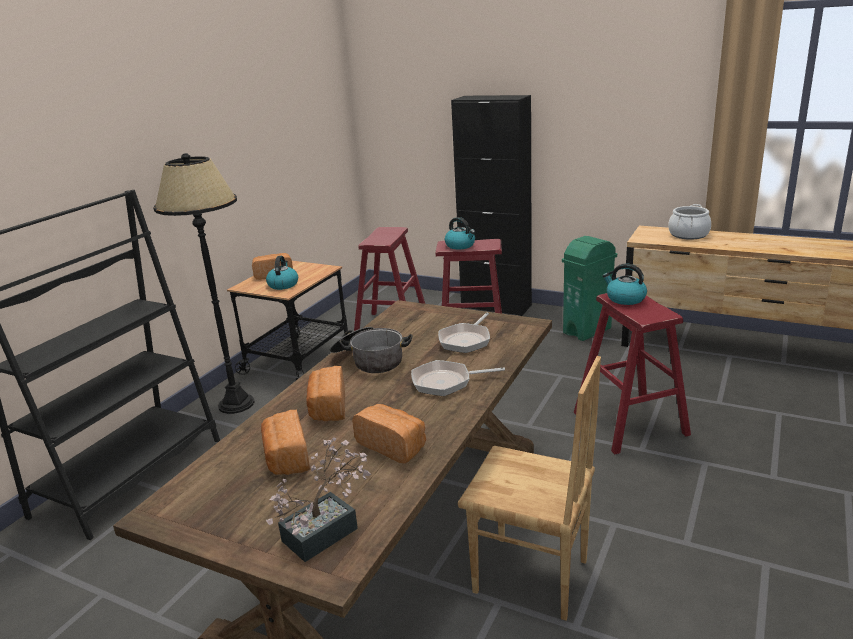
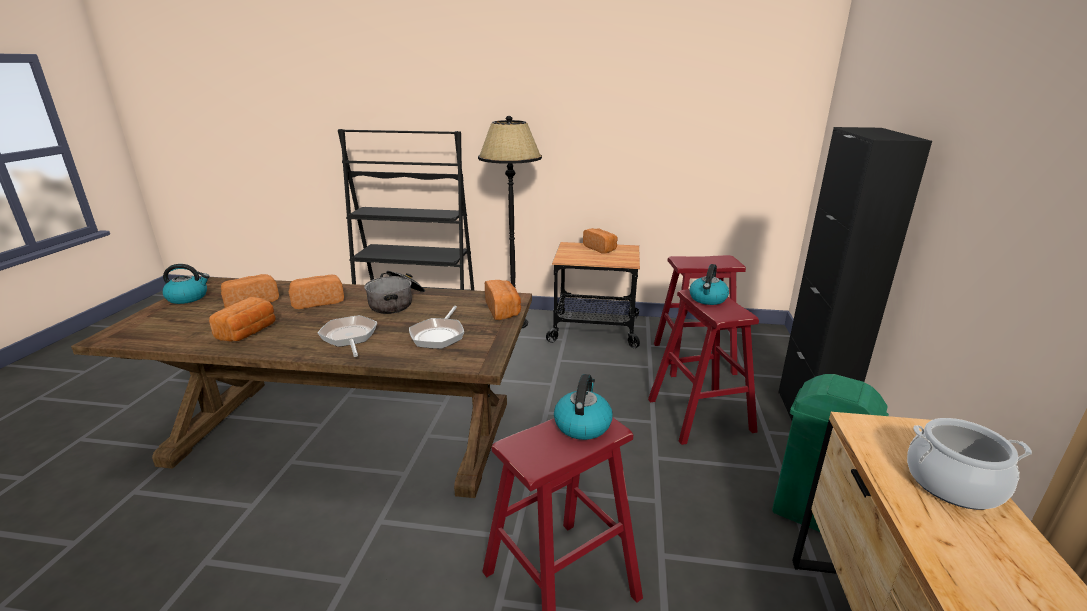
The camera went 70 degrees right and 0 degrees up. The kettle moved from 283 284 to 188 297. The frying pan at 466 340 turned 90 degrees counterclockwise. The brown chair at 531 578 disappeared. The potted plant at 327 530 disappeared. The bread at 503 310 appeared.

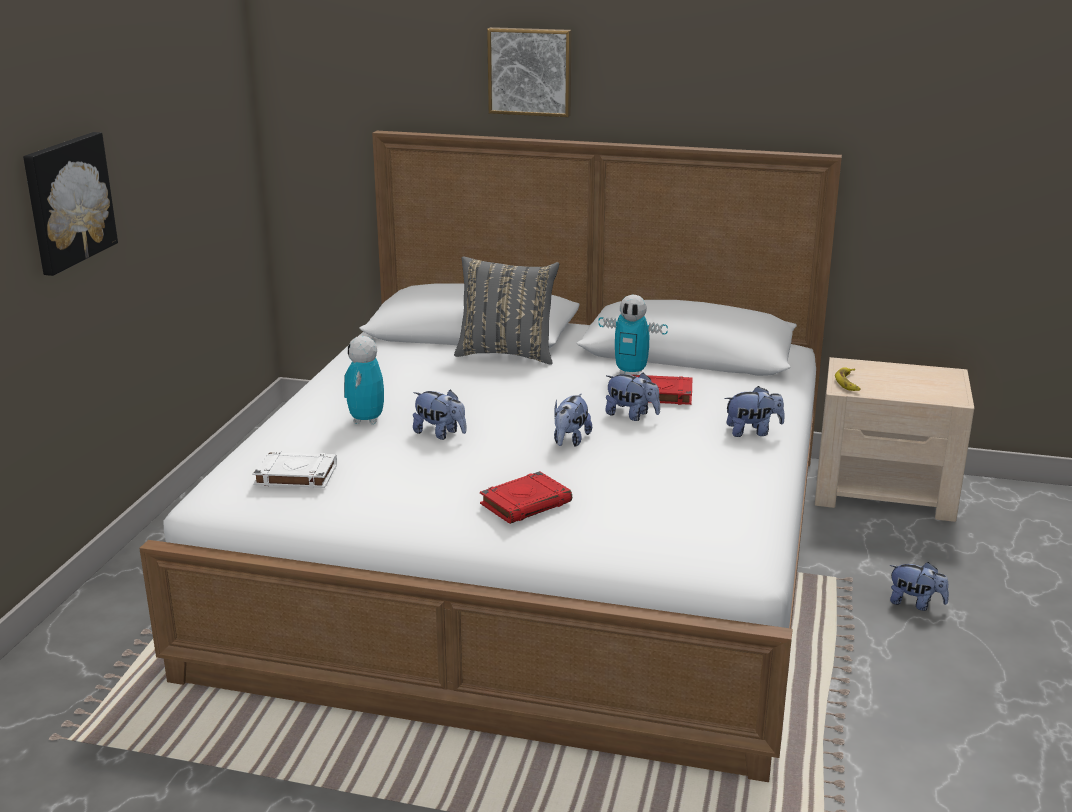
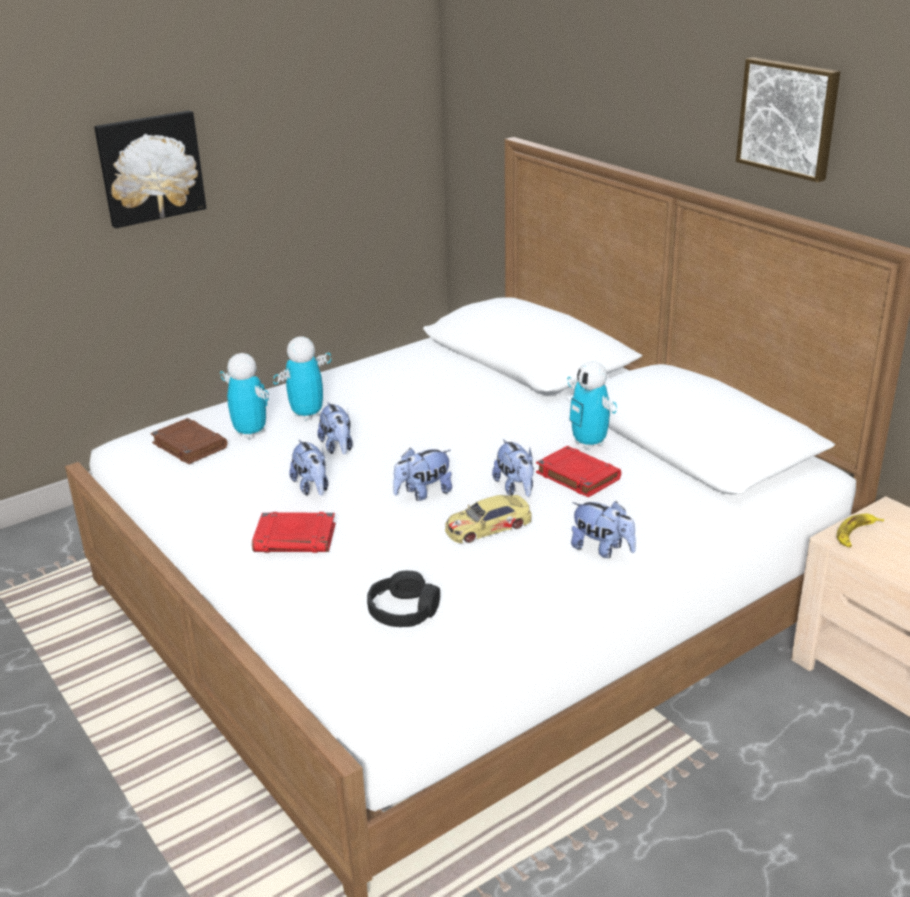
The camera went 40 degrees right and 5 degrees up. The picture moved from 530 71 to 789 117. The grey pillow at 507 353 disappeared. The white book at 295 475 became the brown book at 189 445. The plush toy moved from 915 603 to 312 488. The toy robot at 250 433 appeared. The toy car at 488 526 appeared. The black headphones at 403 611 appeared.

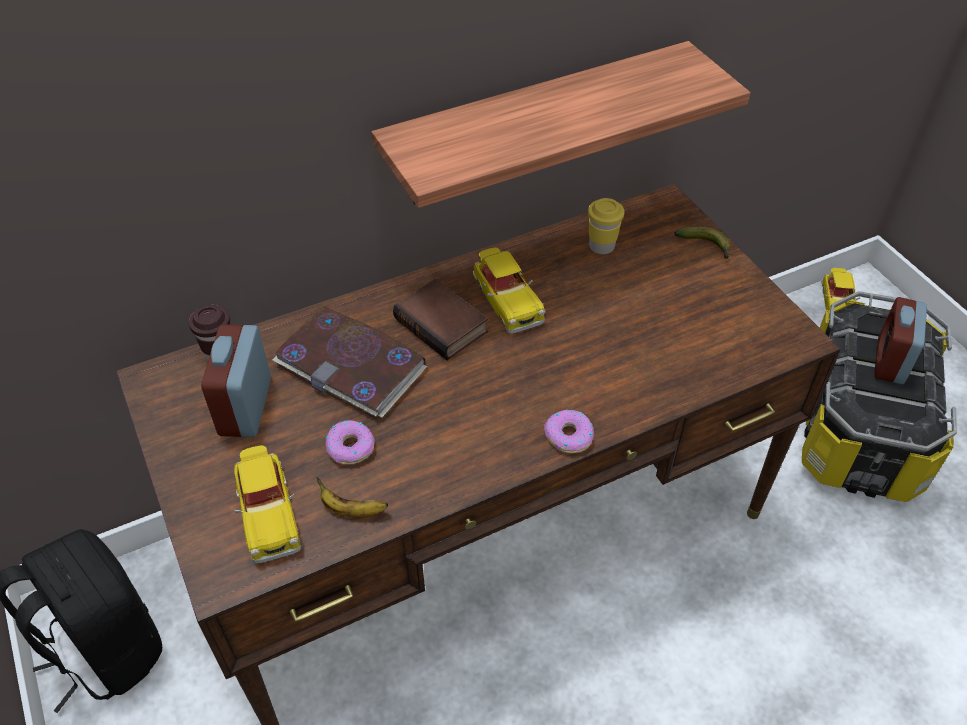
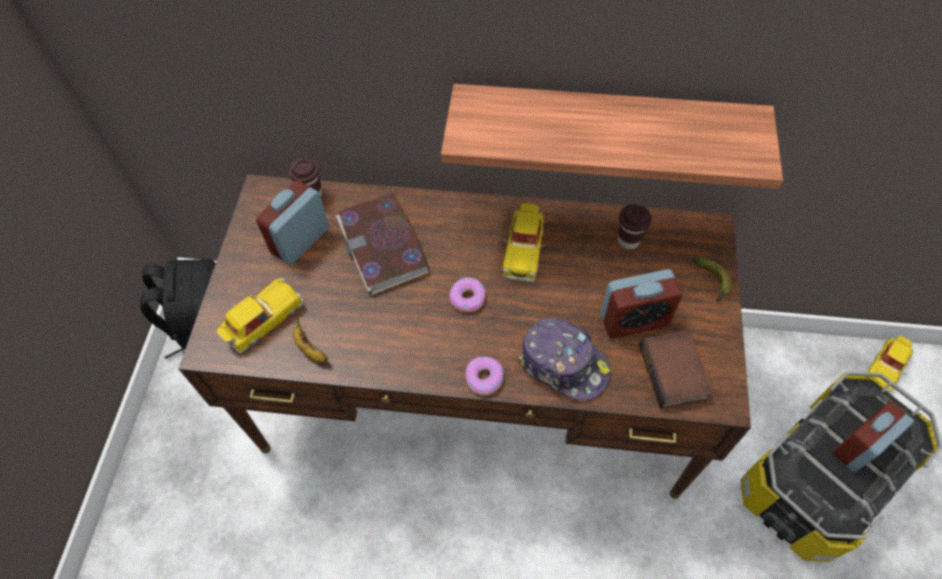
The camera went 35 degrees right and 10 degrees up. The yellow cup at 601 246 became the brown cup at 628 241. The book moved from 444 325 to 675 373. The donut moved from 350 447 to 468 298. The toy car at 268 511 turned 150 degrees counterclockwise. The alarm clock at 634 320 appeared. The cap at 564 364 appeared.

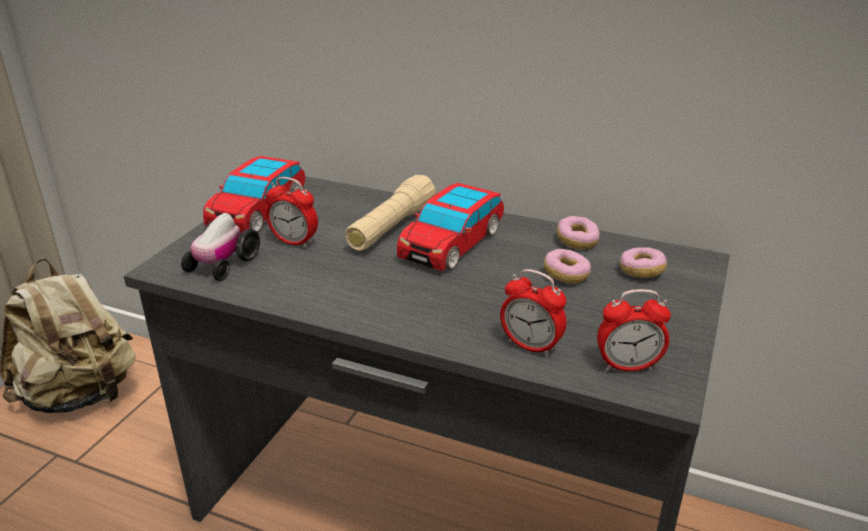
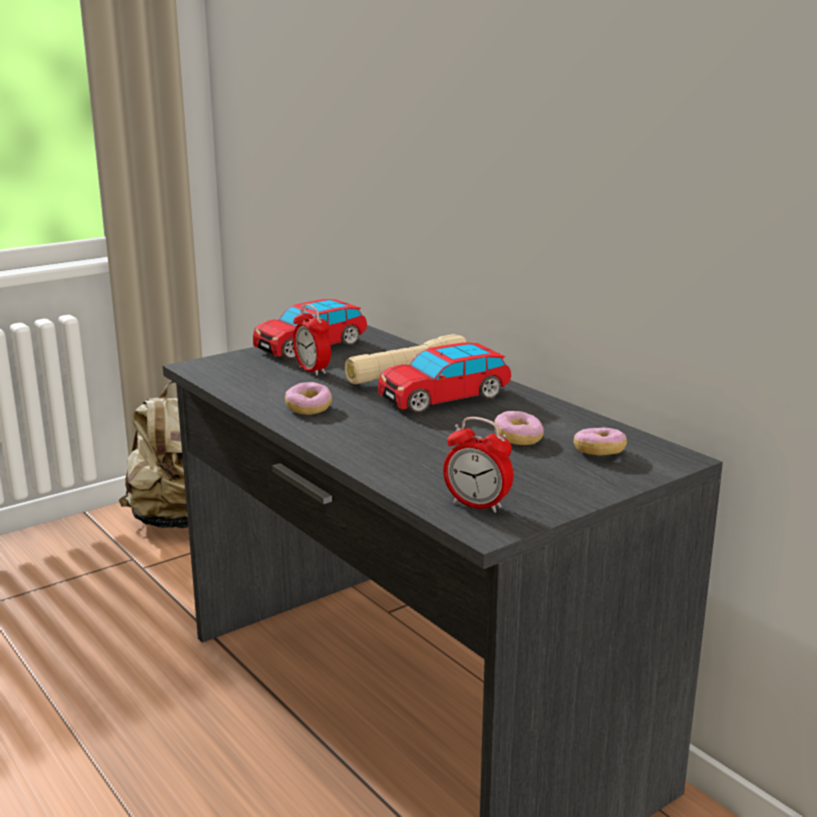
The camera went 30 degrees right and 10 degrees down. The toy car at 222 264 disappeared. The donut moved from 577 241 to 308 408. The alarm clock at 530 346 disappeared.

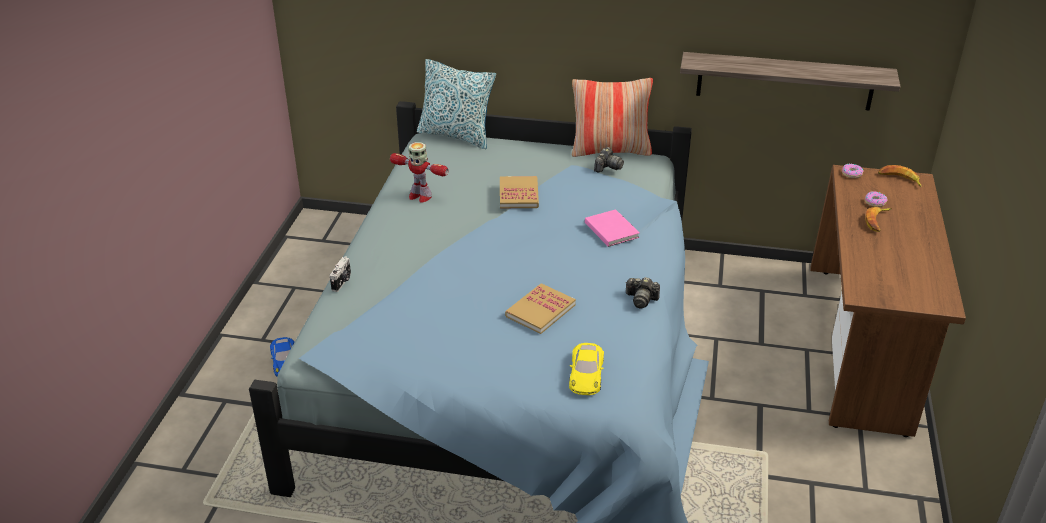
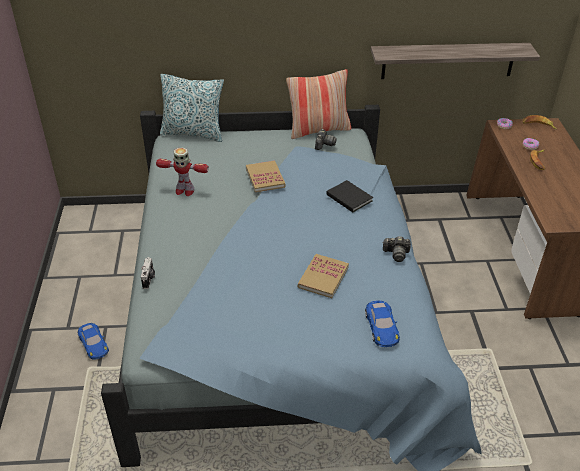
The camera went 15 degrees left and 5 degrees up. The pink book at 611 229 became the black book at 349 197. The yellow toy car at 586 373 became the blue toy car at 381 327.

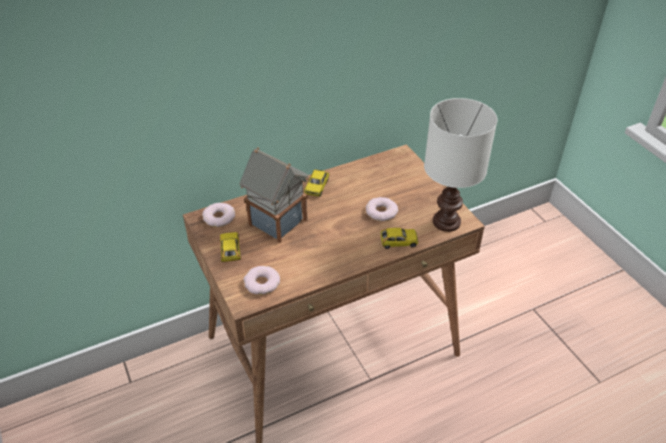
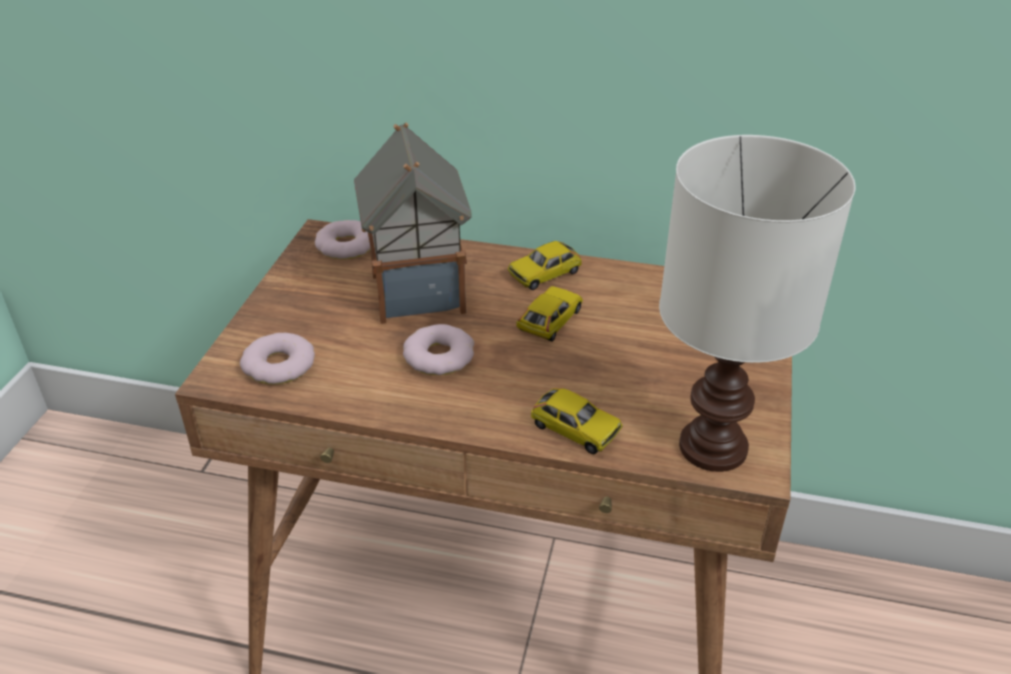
The camera went 40 degrees right and 5 degrees down. The donut moved from 381 212 to 439 356. The toy car moved from 230 250 to 550 321.

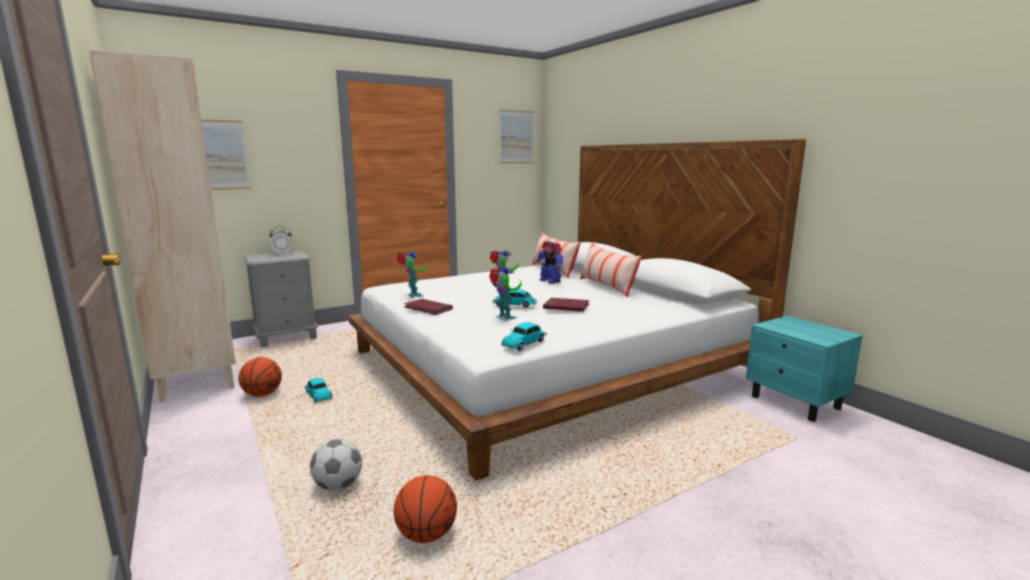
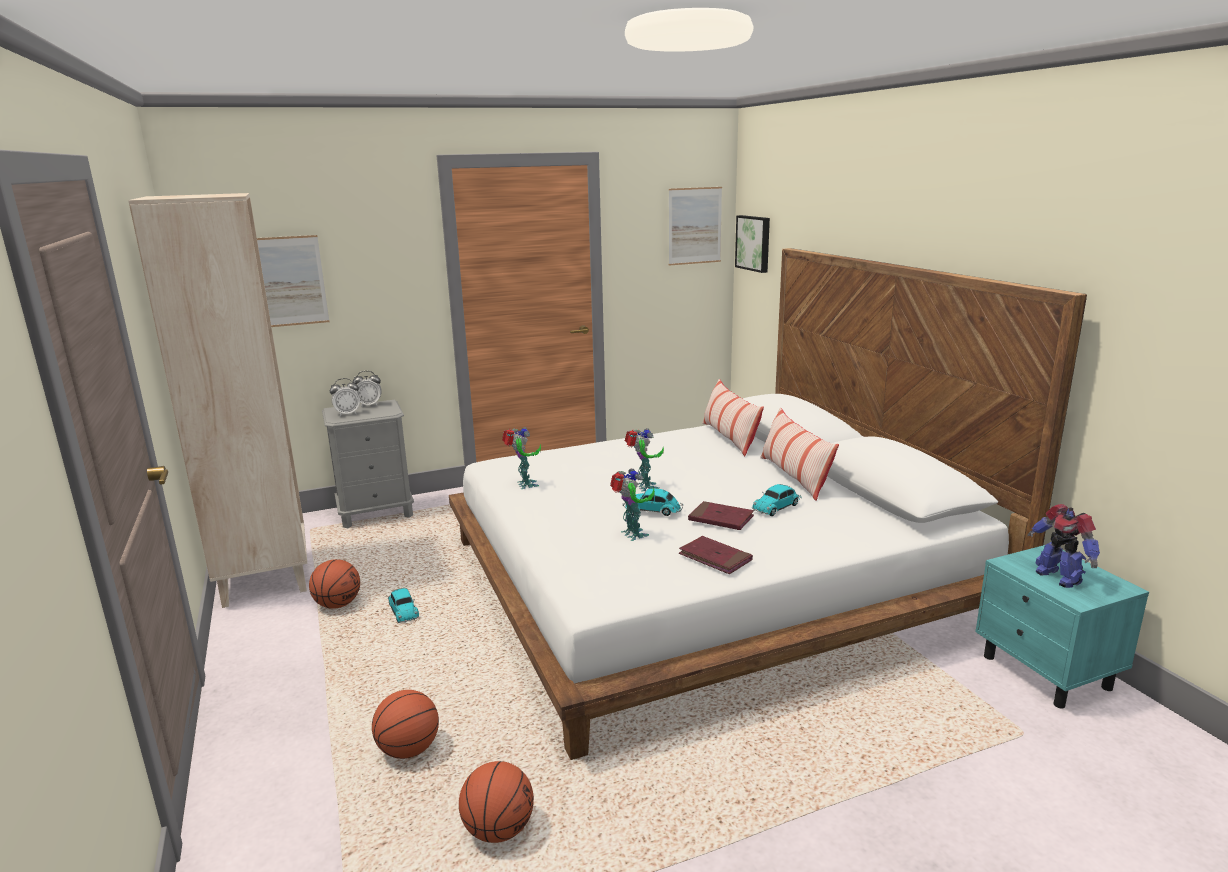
The camera went 10 degrees right and 5 degrees up. The toy robot moved from 550 281 to 1058 577. The red book moved from 428 309 to 715 558. The toy car moved from 525 343 to 777 507. The football at 338 486 was replaced by the basketball at 409 750. The picture at 754 243 appeared. The alarm clock at 347 414 appeared.

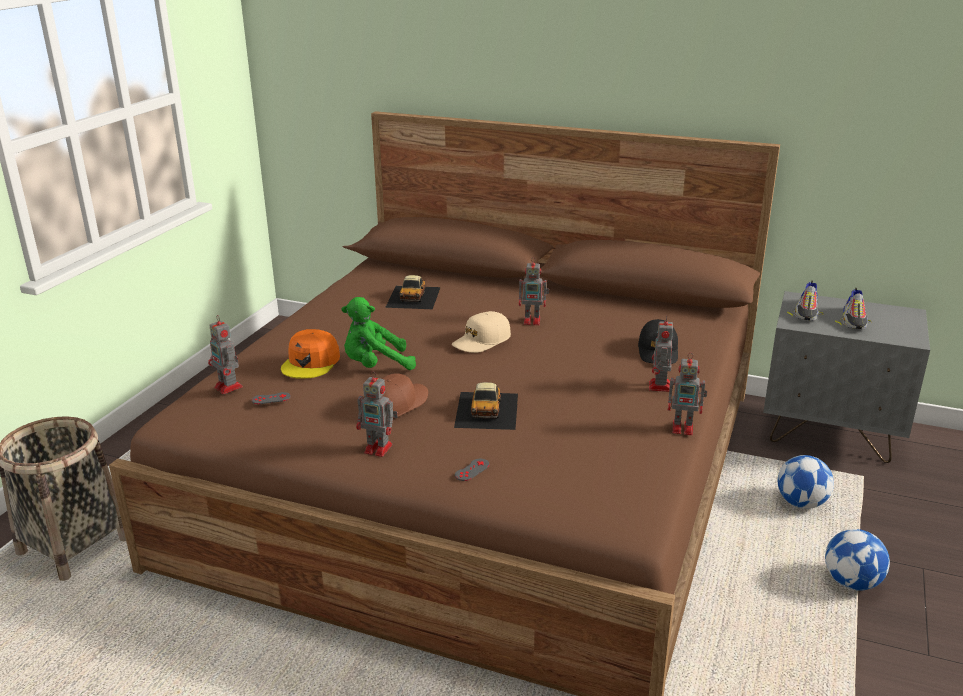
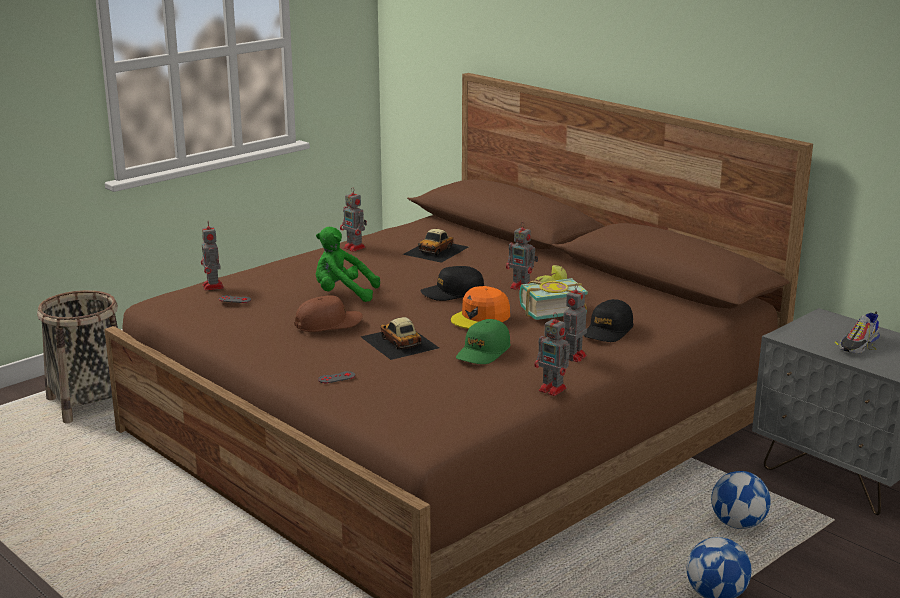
The camera went 25 degrees right and 5 degrees down. The shoe at 806 312 disappeared. The beige cap at 481 341 became the black cap at 453 293. The orange cap moved from 311 363 to 481 317. The toy robot moved from 379 449 to 355 248. The toy car at 487 409 turned 120 degrees clockwise. The book at 550 310 appeared. The green cap at 483 352 appeared.

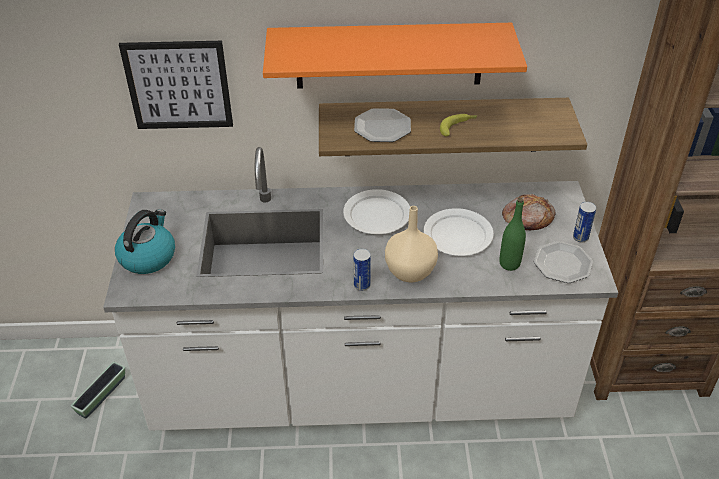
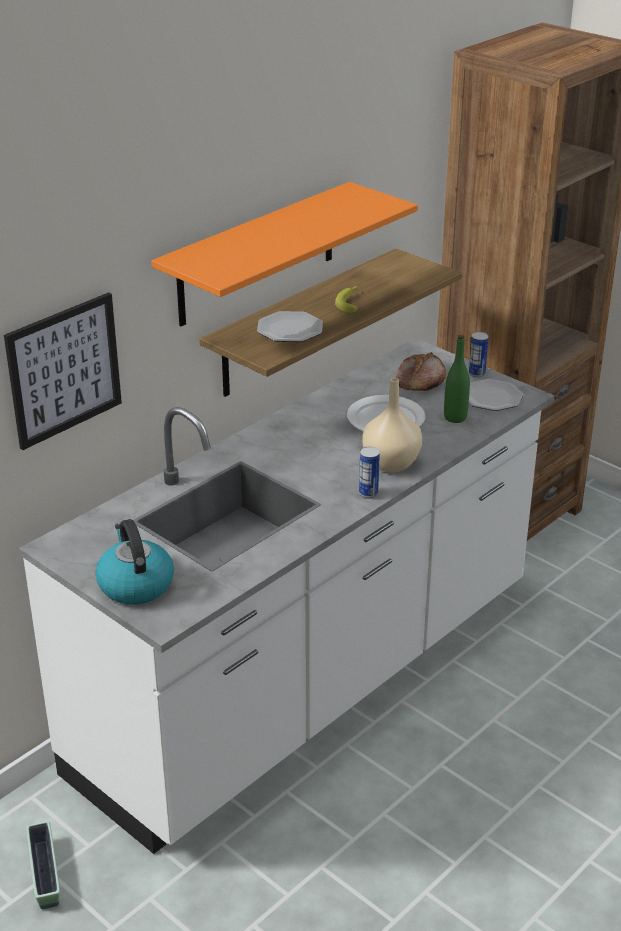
The camera went 45 degrees left and 10 degrees down. The white plate at 377 214 disappeared.

